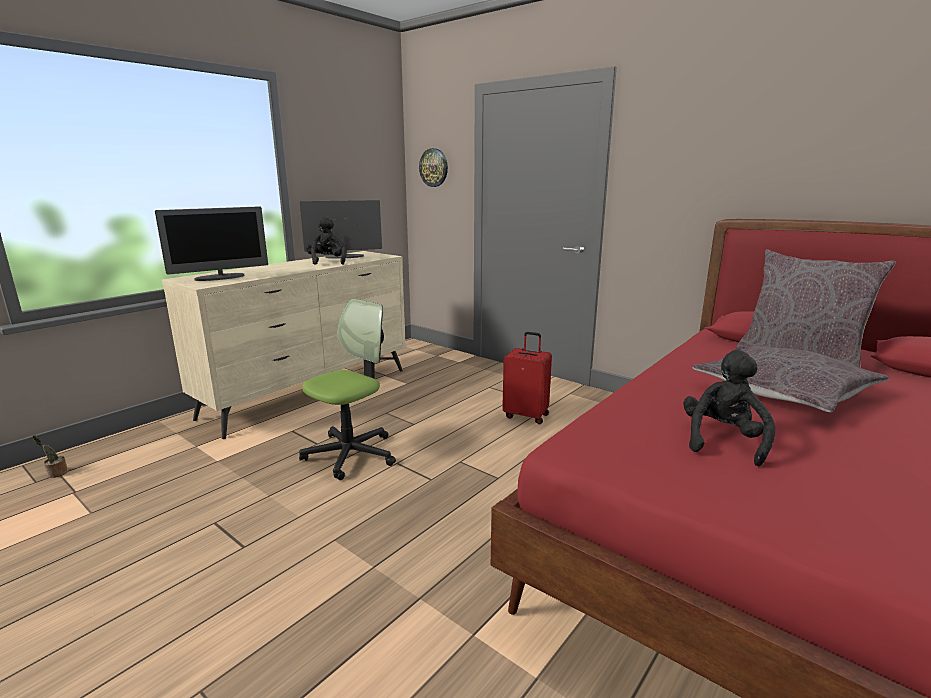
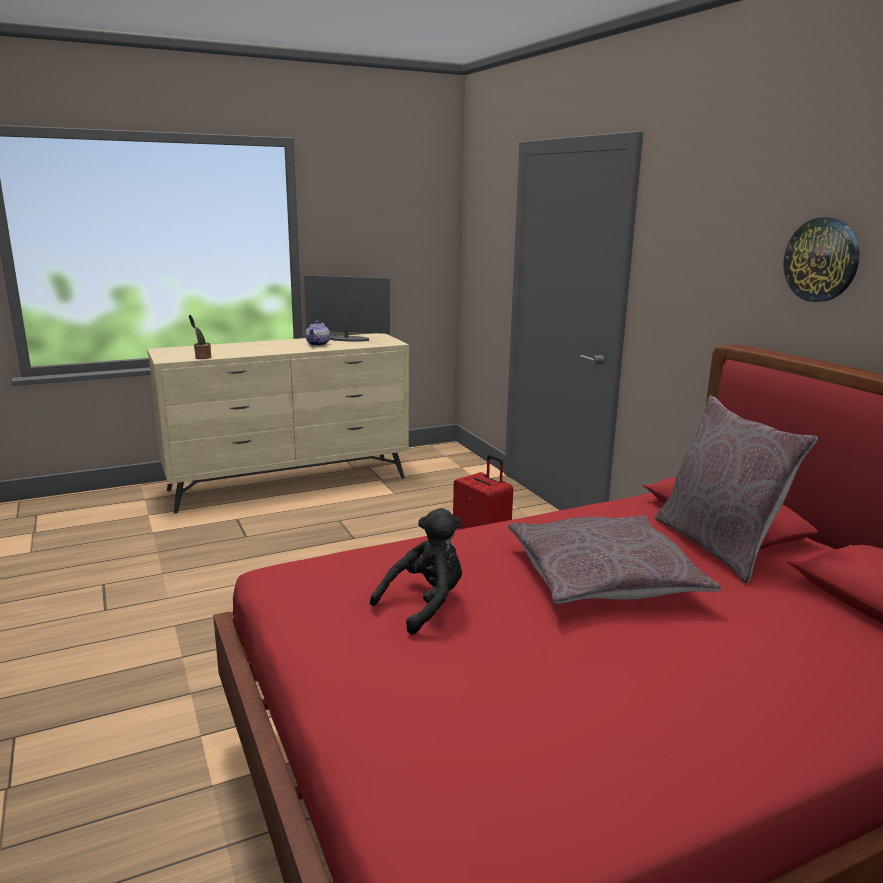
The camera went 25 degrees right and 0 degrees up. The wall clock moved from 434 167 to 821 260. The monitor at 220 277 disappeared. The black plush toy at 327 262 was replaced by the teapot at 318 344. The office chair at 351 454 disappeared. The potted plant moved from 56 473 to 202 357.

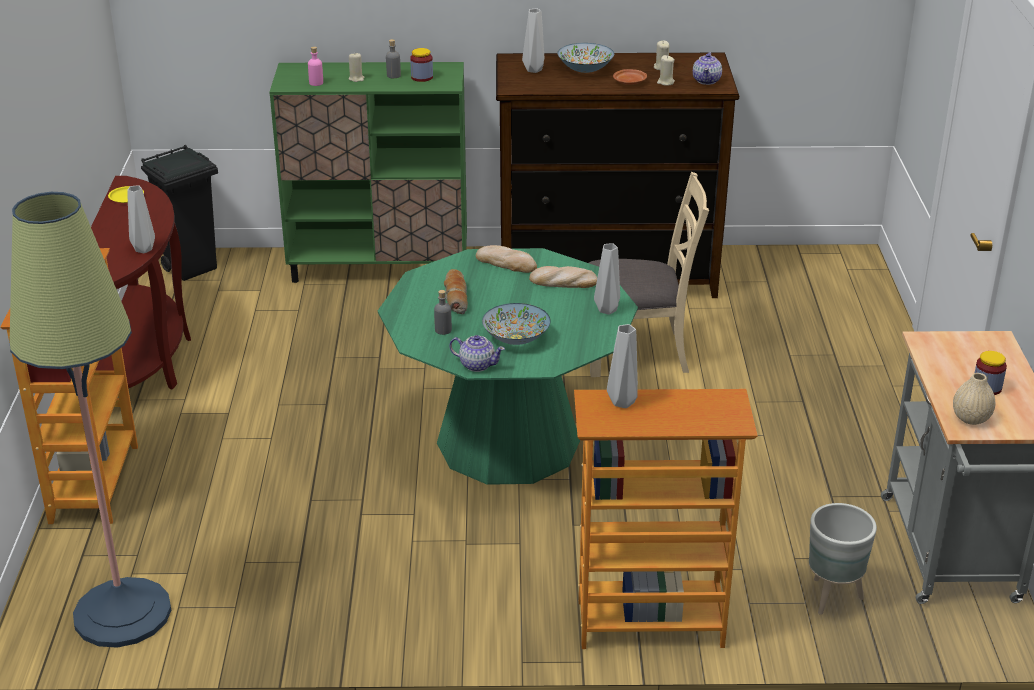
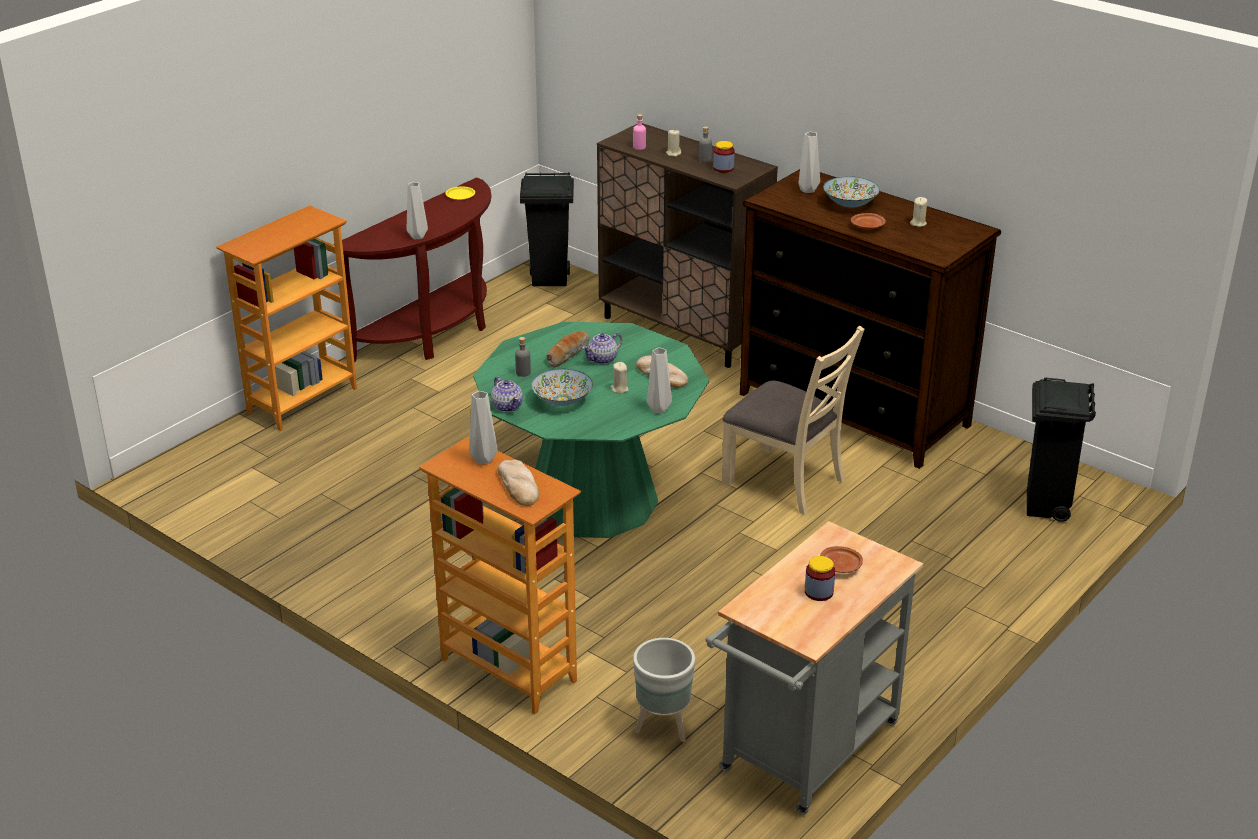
The camera went 40 degrees right and 0 degrees up. The teapot moved from 707 80 to 603 359. The beige candle moved from 665 82 to 619 389. The green cabinet at 380 266 became the brown cabinet at 683 331. The floor lamp at 122 613 disappeared. The bread moved from 506 262 to 519 485. The beige vase at 970 418 disappeared. The black trash can at 1046 507 appeared. The brown plate at 841 566 appeared.

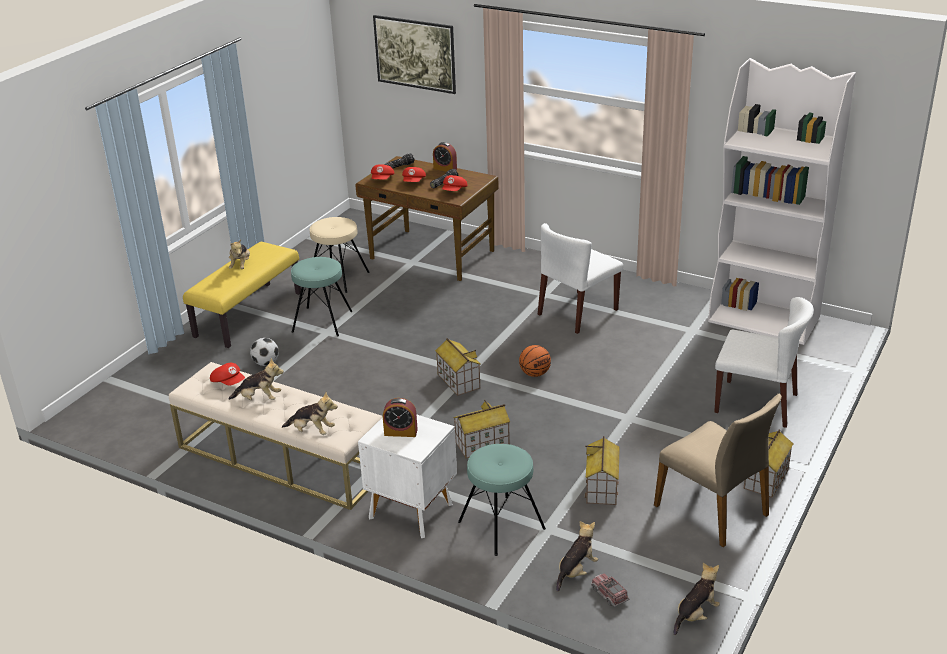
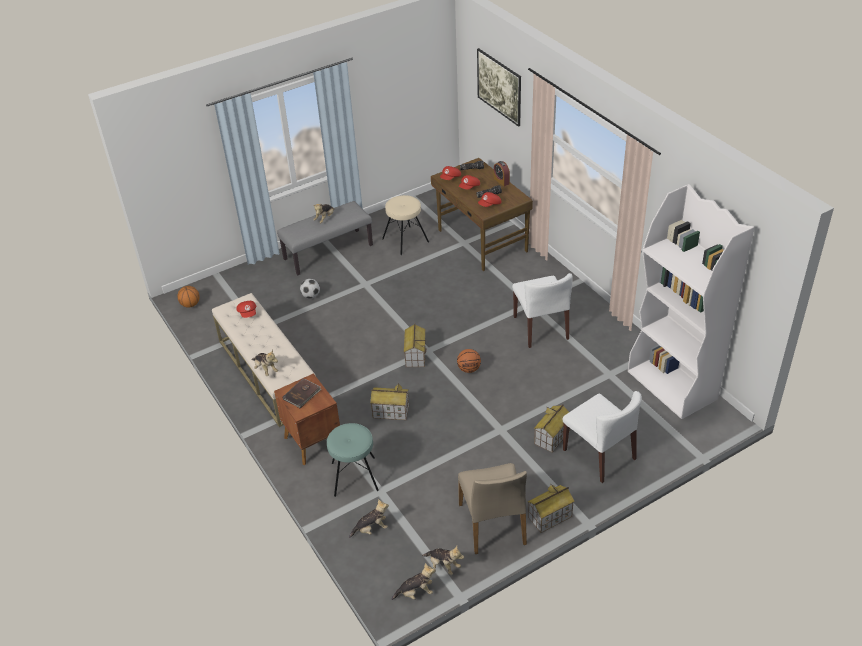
The camera went 30 degrees right and 10 degrees up. The white chair at 577 312 turned 90 degrees counterclockwise. The yellow bench at 248 314 became the grey bench at 328 252. The turquoise stool at 322 321 disappeared. The plush toy moved from 259 399 to 443 565. The alarm clock at 400 432 was replaced by the brown book at 302 394. The white nightstand at 410 510 became the brown nightstand at 312 442. The toy house moved from 602 488 to 552 437. The toy truck at 609 594 disappeared. The basketball at 190 305 appeared.

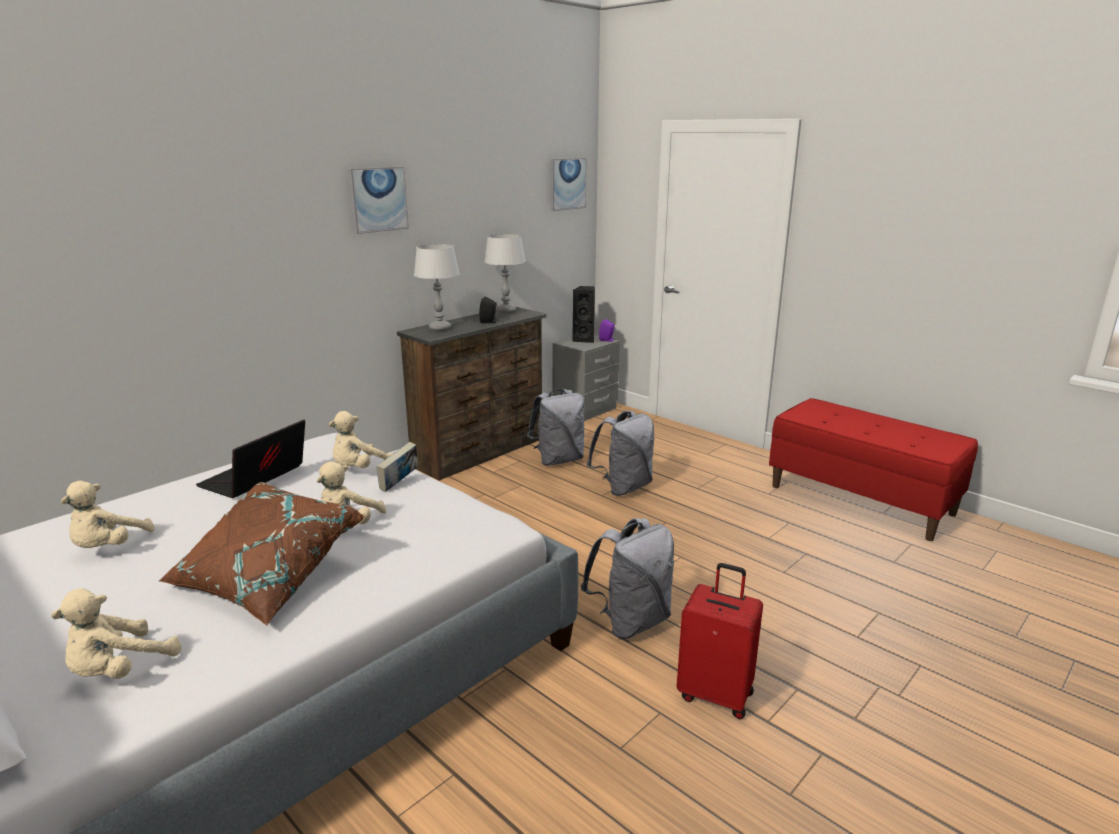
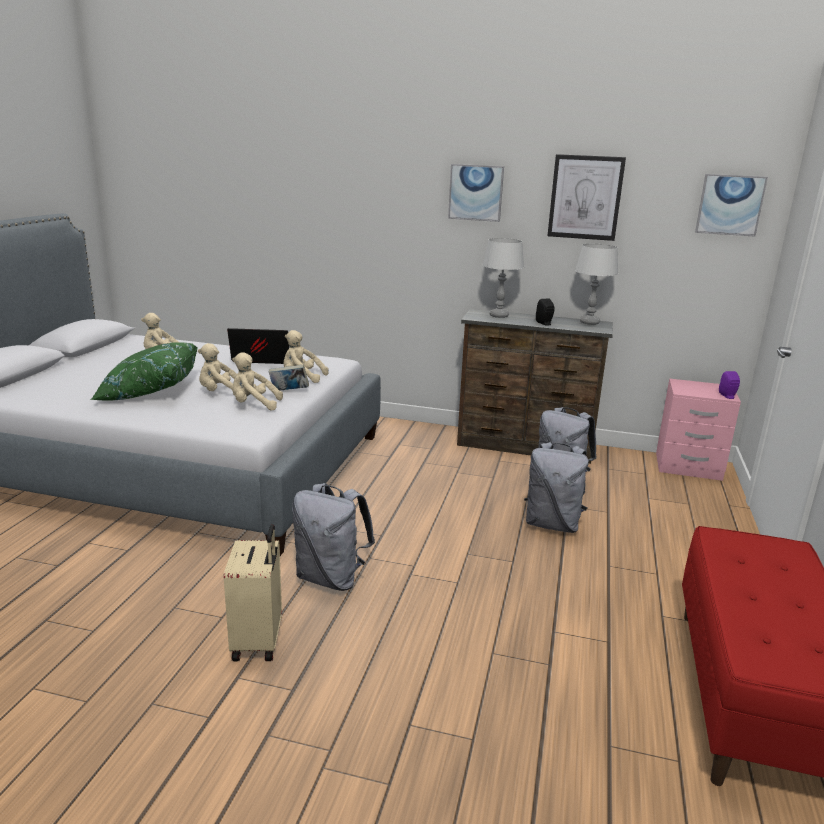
The camera went 60 degrees right and 0 degrees up. The black speaker at 584 339 disappeared. The grey nightstand at 585 410 became the pink nightstand at 688 466. The brown pillow at 267 578 became the green pillow at 149 391. The red suitcase at 716 694 became the beige suitcase at 259 642. The beige plush toy moved from 119 670 to 253 405. The picture at 585 197 appeared.

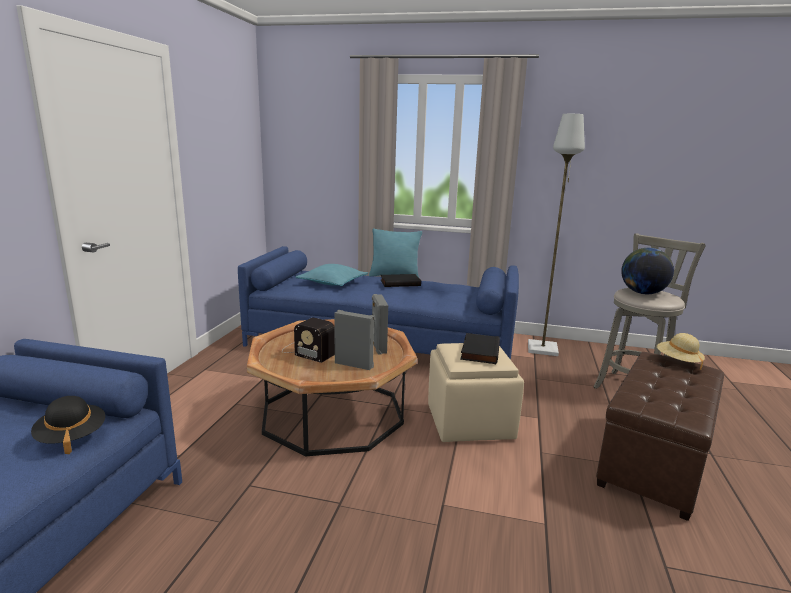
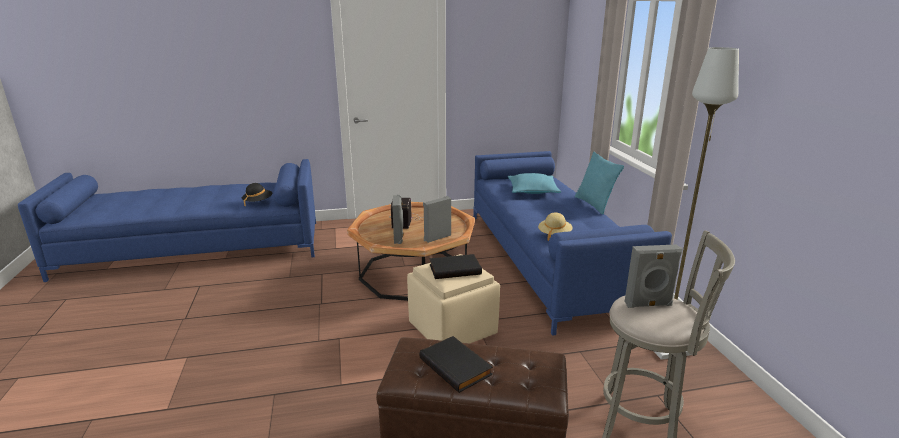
The camera went 65 degrees right and 5 degrees up. The globe at 642 293 was replaced by the grey speaker at 648 304. The black book moved from 400 282 to 457 366. The beige hat moved from 678 361 to 554 235.

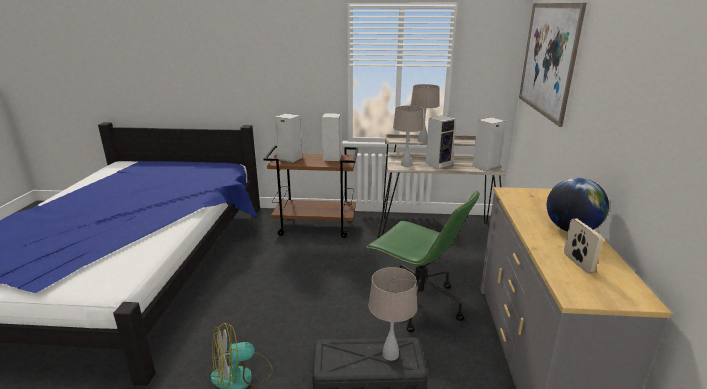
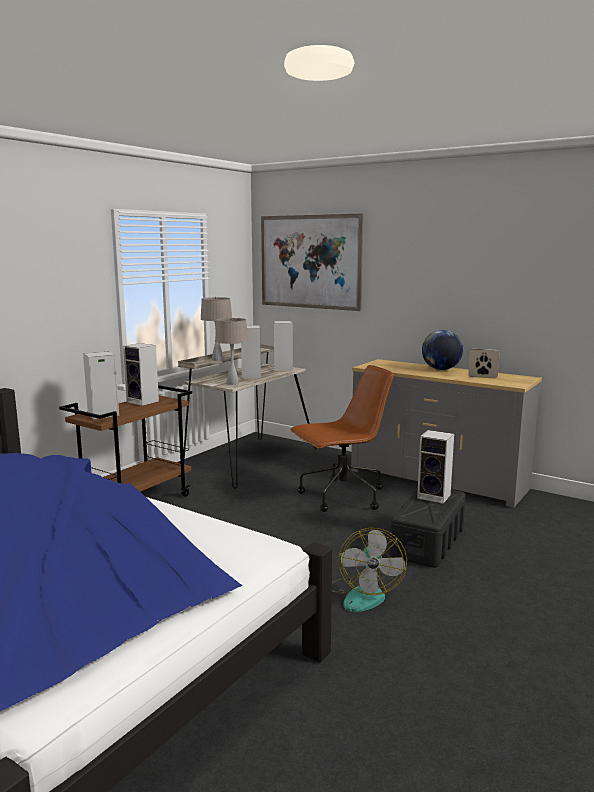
The camera went 60 degrees left and 10 degrees down. The green office chair at 417 303 became the brown office chair at 341 496. The beige table lamp at 391 354 was replaced by the speaker at 435 496.

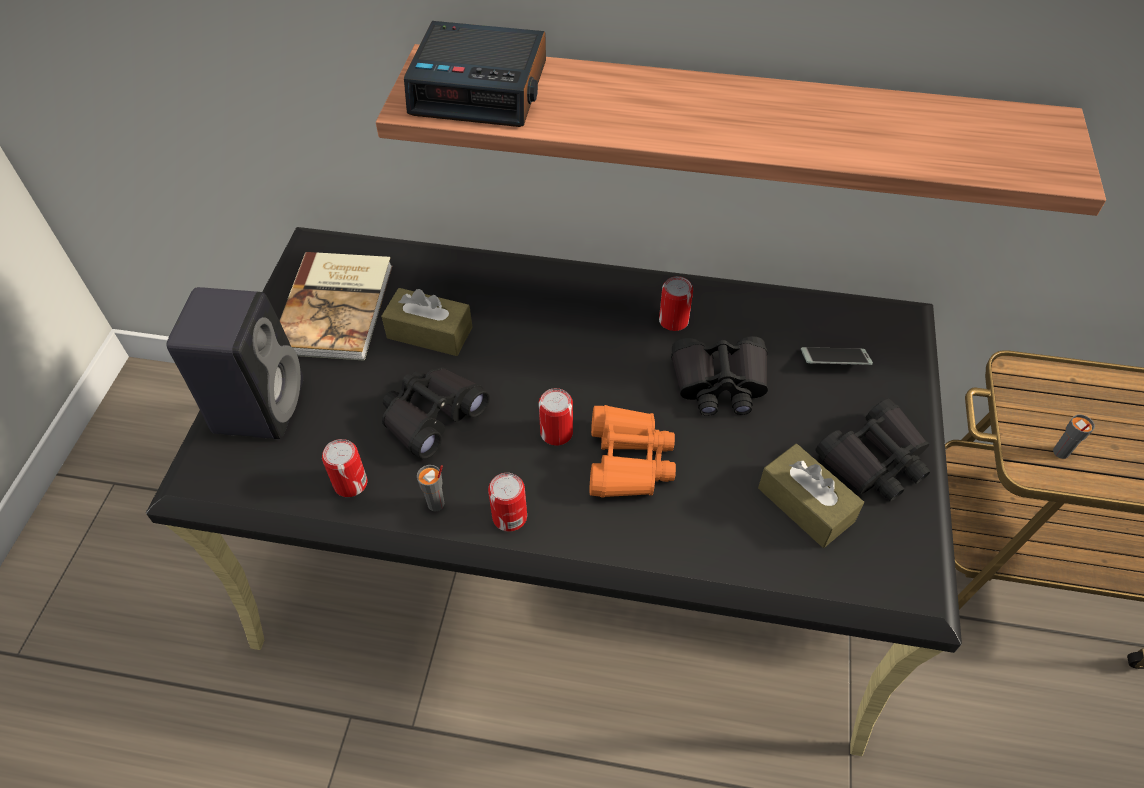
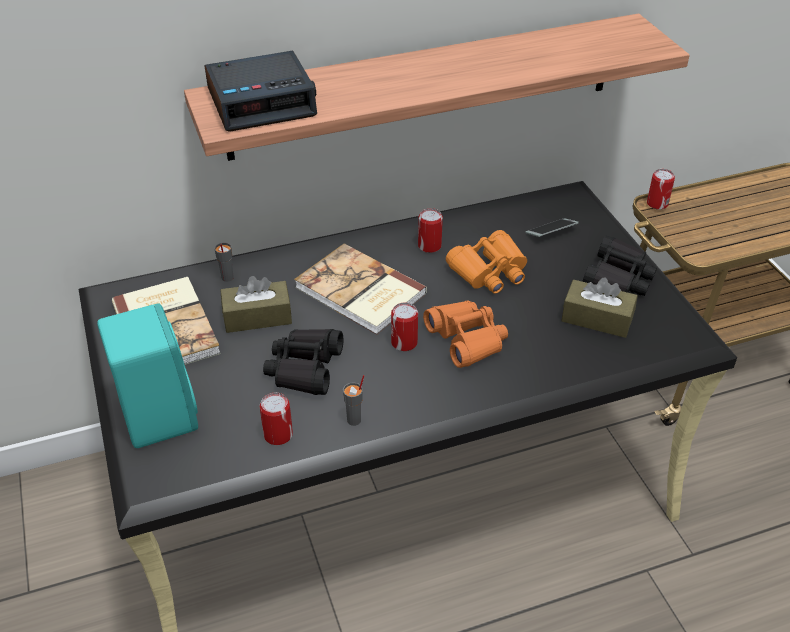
The camera went 30 degrees left and 10 degrees down. The black speaker at 259 403 became the turquoise speaker at 157 414. The black binoculars at 719 383 became the orange binoculars at 489 271. The grey cup moved from 1060 452 to 227 278. The can moved from 509 517 to 657 203. The book at 359 292 appeared.

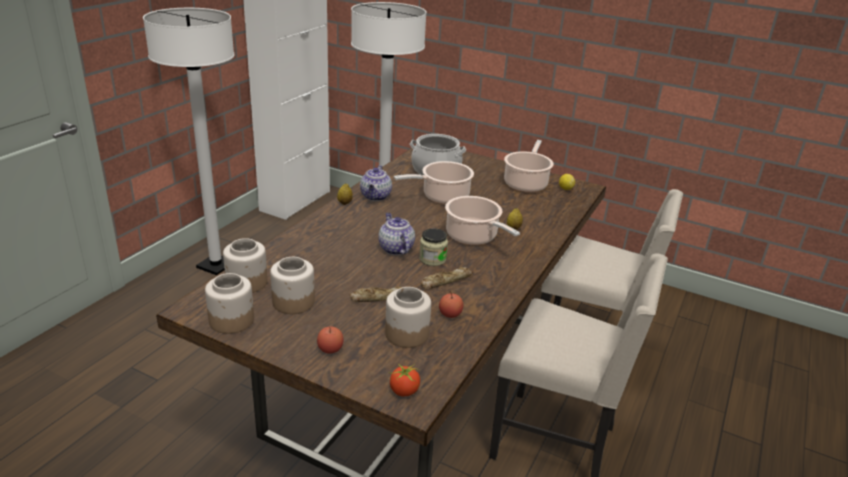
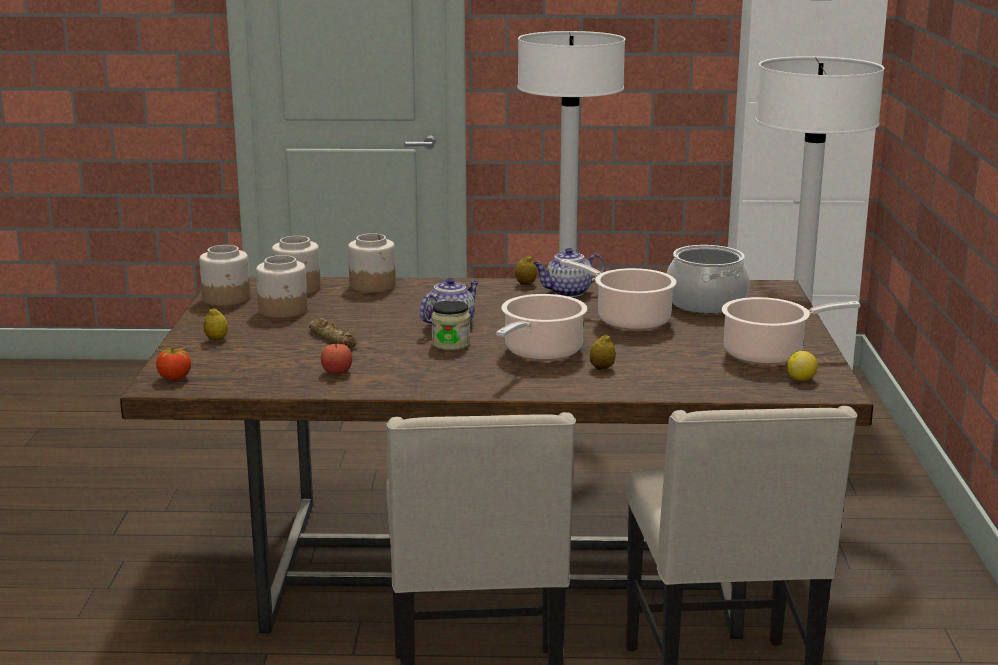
The camera went 65 degrees right and 10 degrees down. The bread at 445 281 disappeared. The jar moved from 406 334 to 373 285. The apple at 330 349 was replaced by the lemon at 216 339.

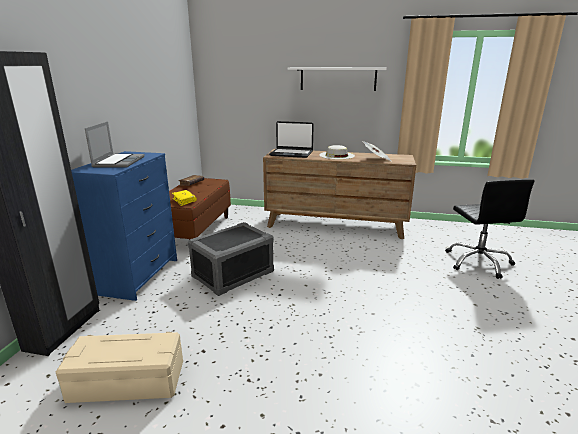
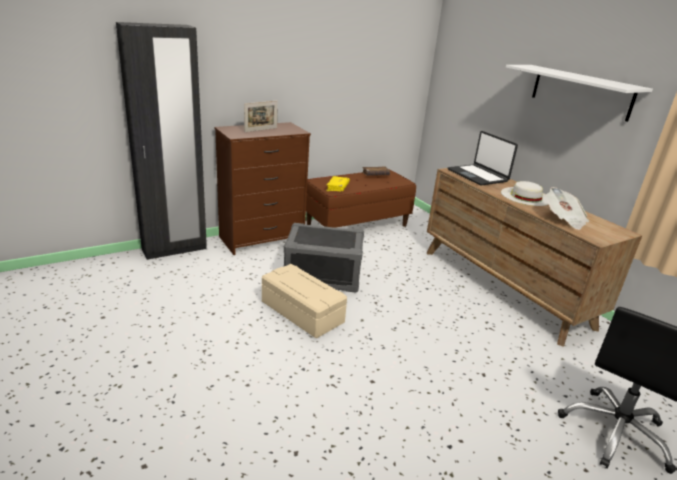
The camera went 45 degrees right and 5 degrees up. The laptop at 118 162 was replaced by the picture frame at 261 130. The blue dresser at 139 276 became the brown dresser at 262 239. The beige storage box moved from 126 382 to 301 312.

